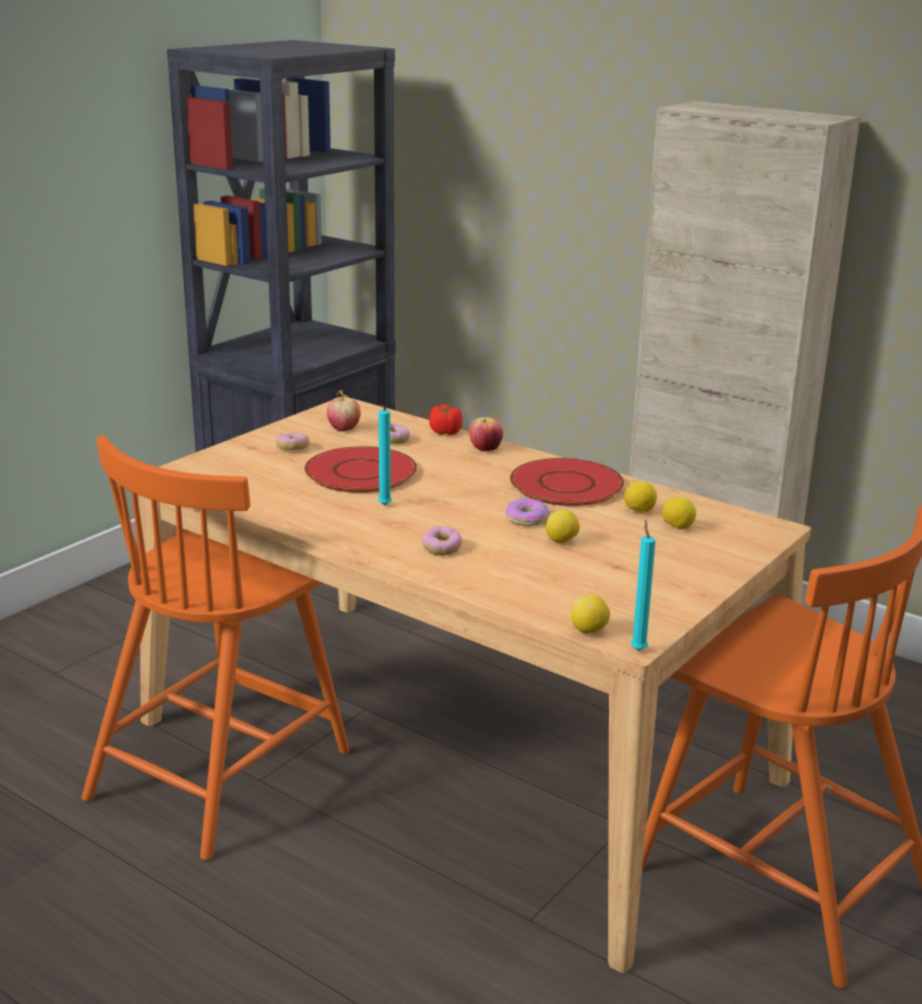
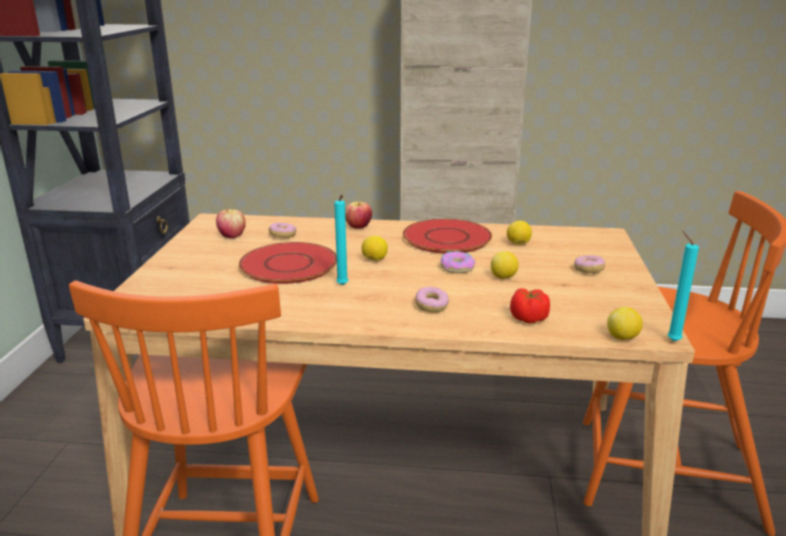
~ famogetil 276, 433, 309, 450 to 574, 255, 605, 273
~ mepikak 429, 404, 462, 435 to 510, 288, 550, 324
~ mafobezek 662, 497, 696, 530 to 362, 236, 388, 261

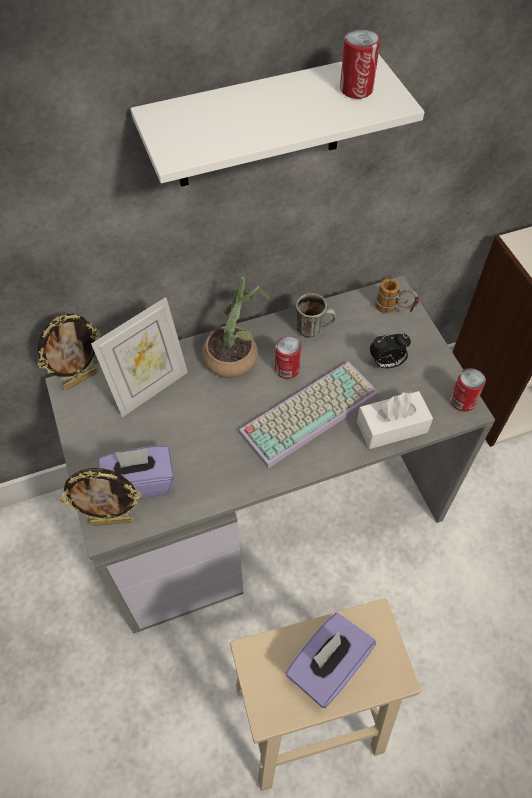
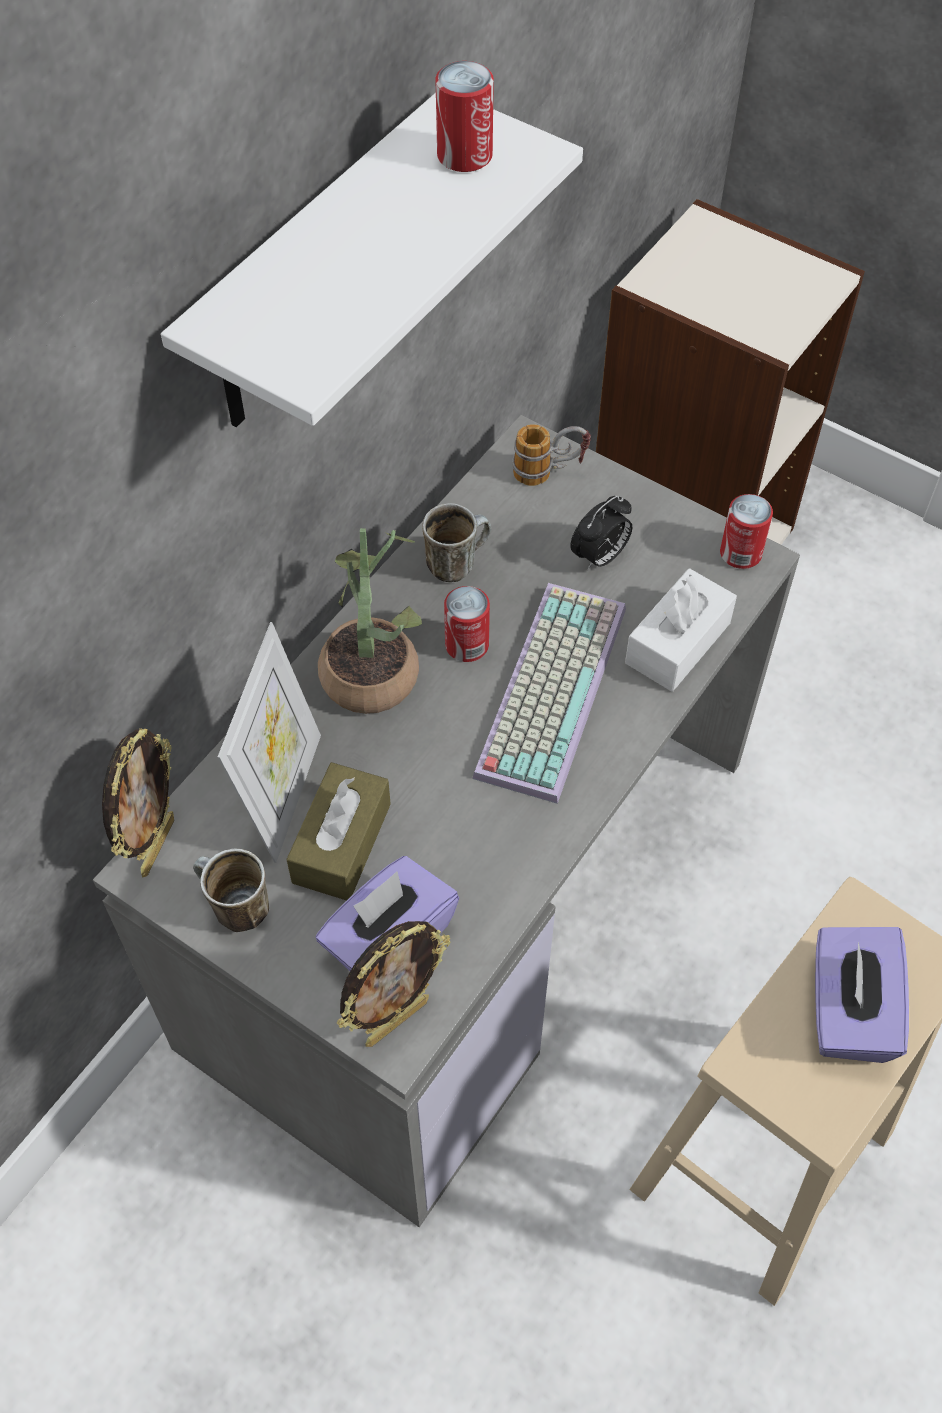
+ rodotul 193, 849, 269, 932
+ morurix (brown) 286, 762, 391, 901

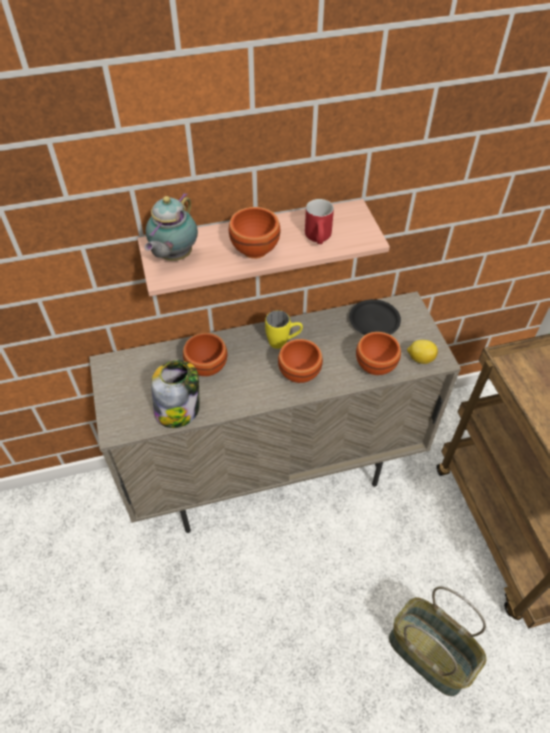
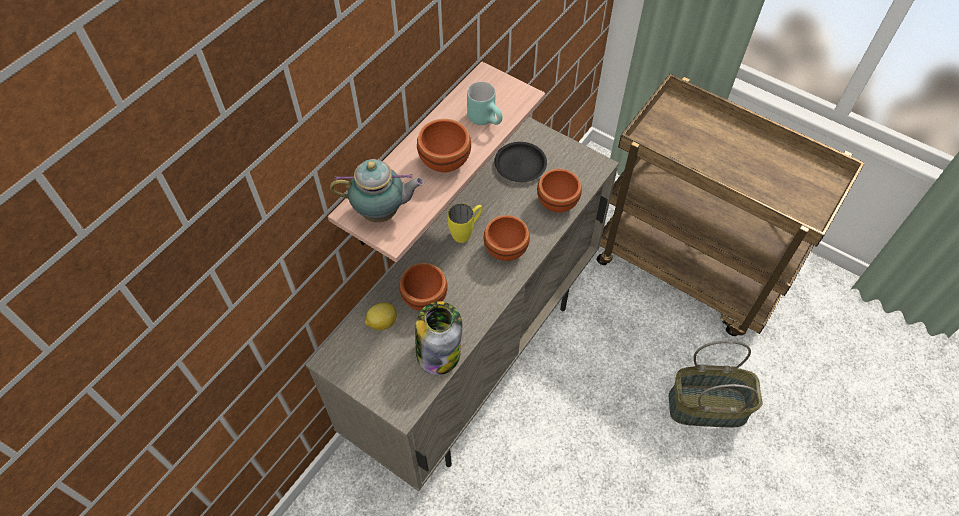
~ mafobezek 407, 340, 438, 364 to 365, 302, 397, 330
~ rodotul (red) 305, 199, 334, 244 to rodotul (turquoise) 467, 82, 503, 125
~ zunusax 145, 193, 198, 261 = 330, 159, 425, 222 75 degrees counterclockwise

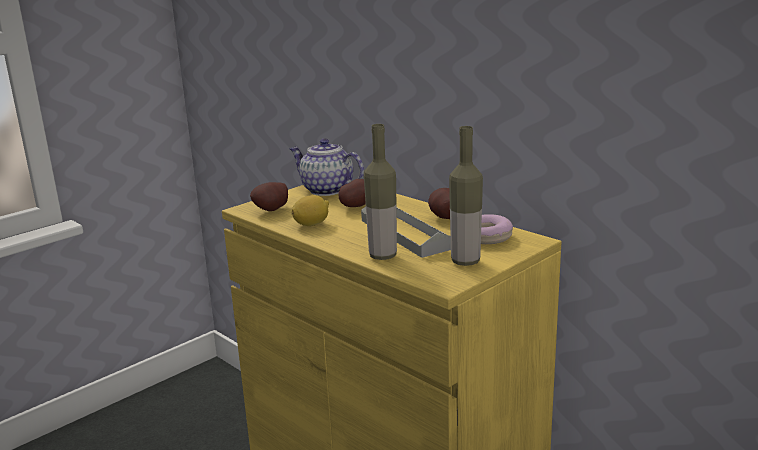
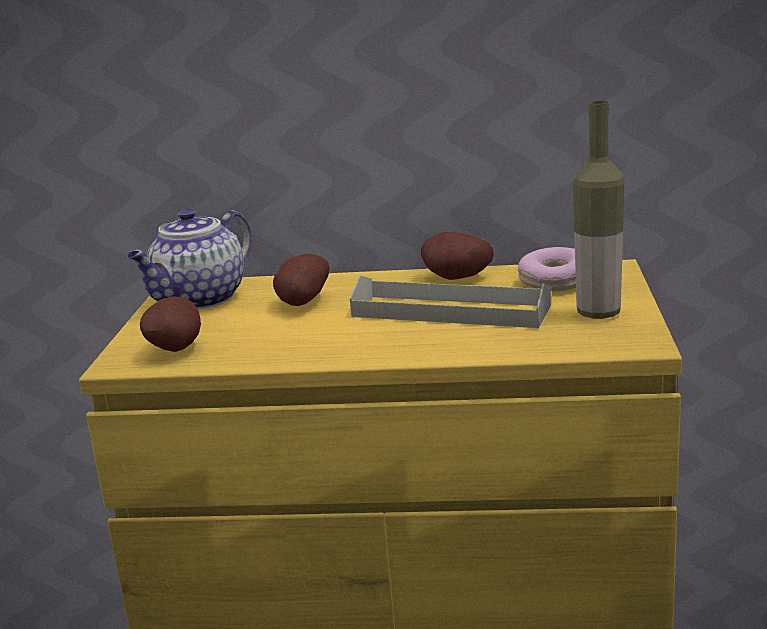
- mafobezek 291, 195, 329, 226
- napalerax 364, 124, 397, 260
~ zunusax 289, 138, 364, 196 = 127, 208, 252, 309 45 degrees counterclockwise

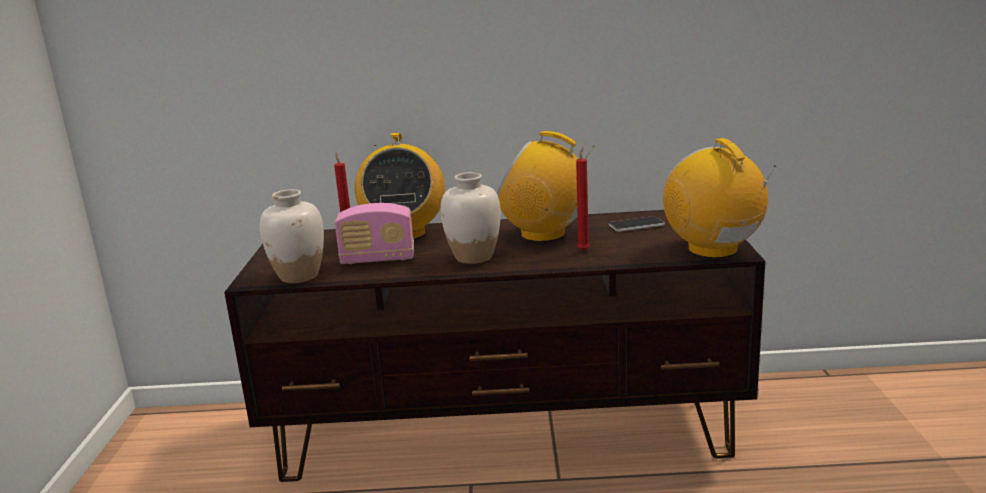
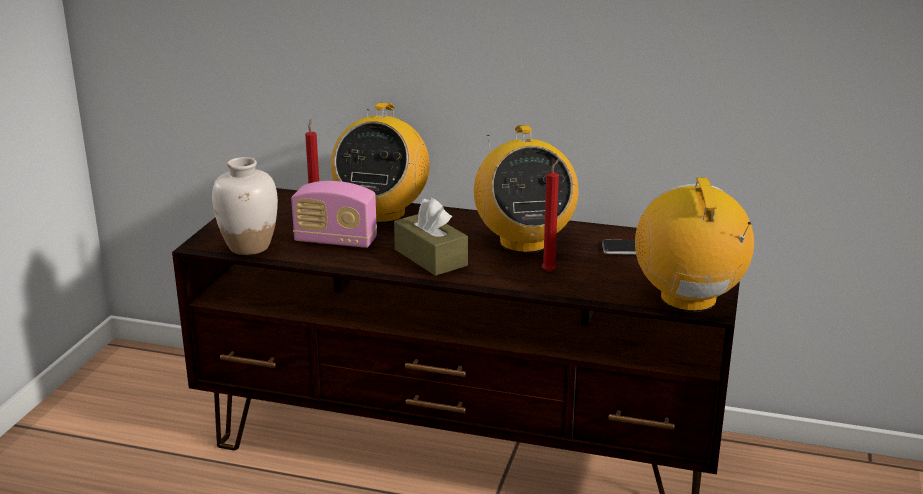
~ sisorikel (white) 440, 172, 501, 264 to morurix (brown) 394, 198, 468, 276
~ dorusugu 497, 131, 595, 242 = 474, 125, 579, 253 135 degrees counterclockwise

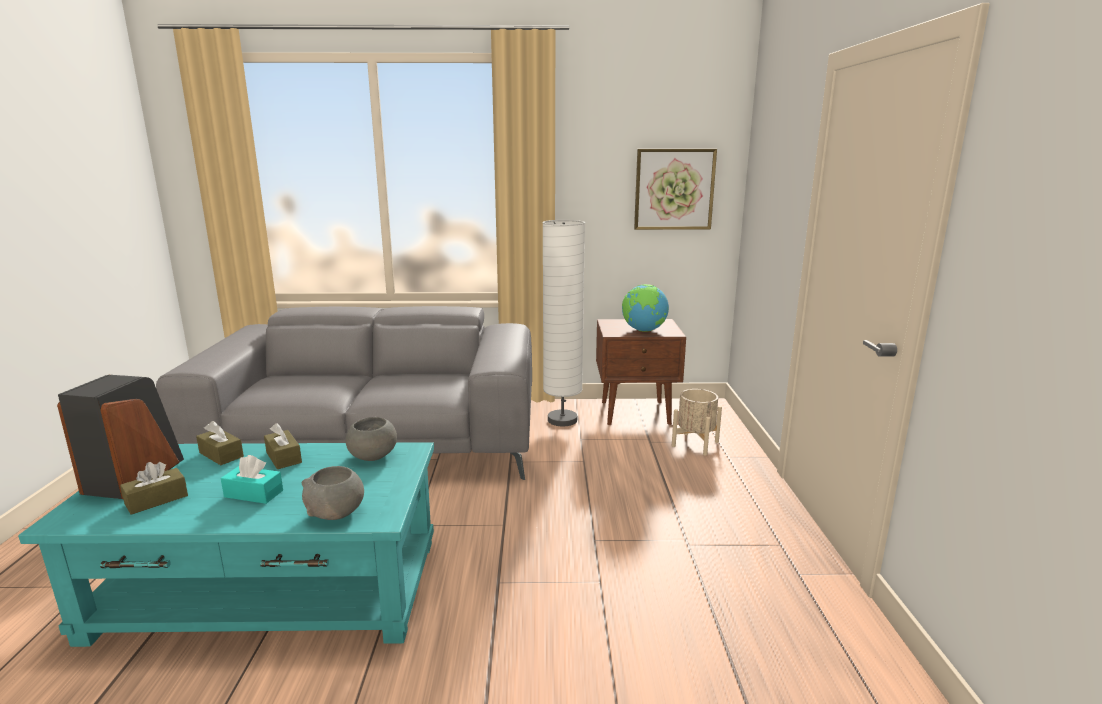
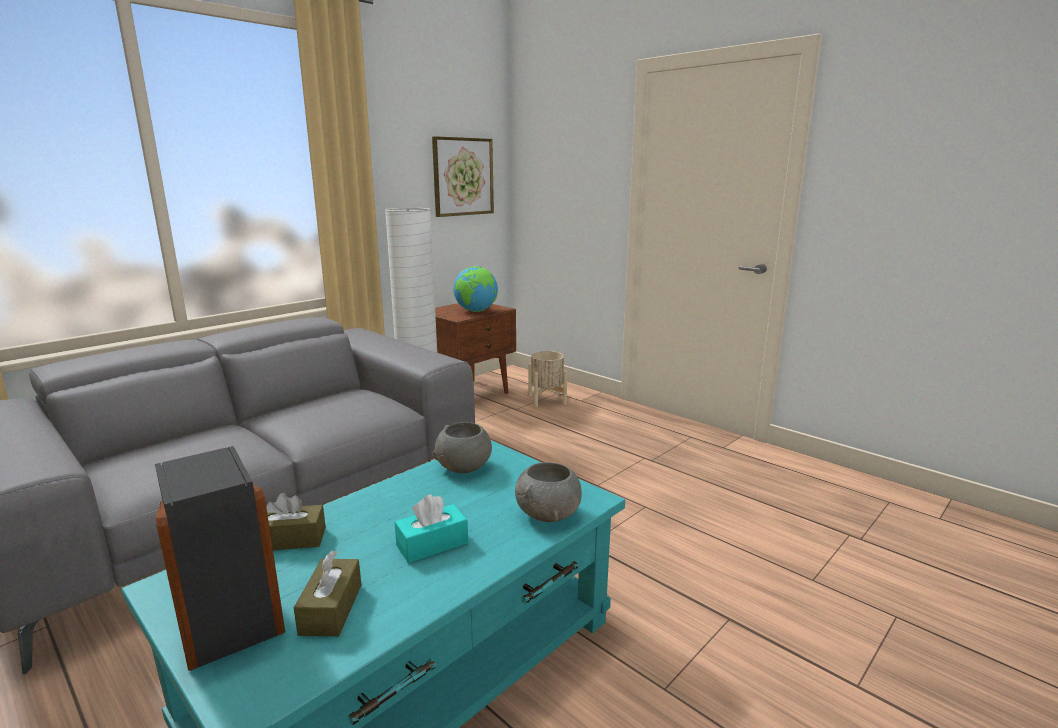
- morurix (brown) 264, 423, 302, 469

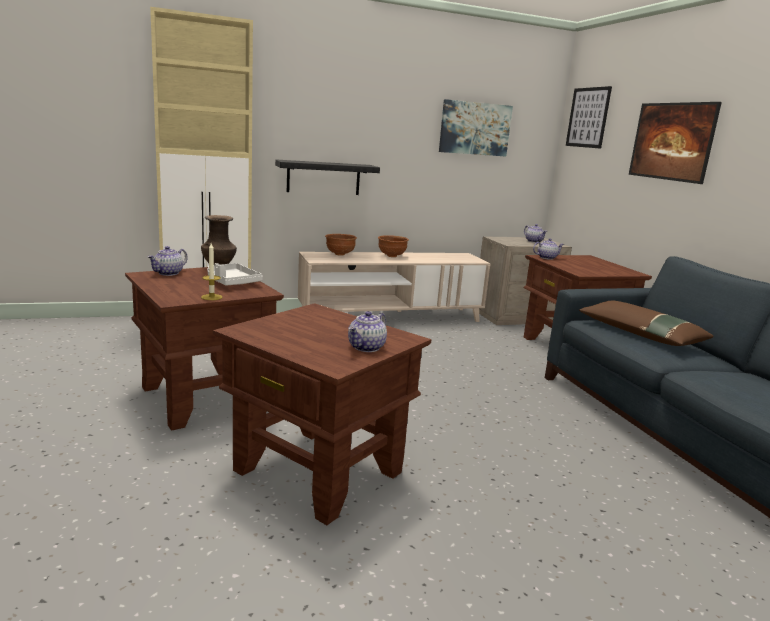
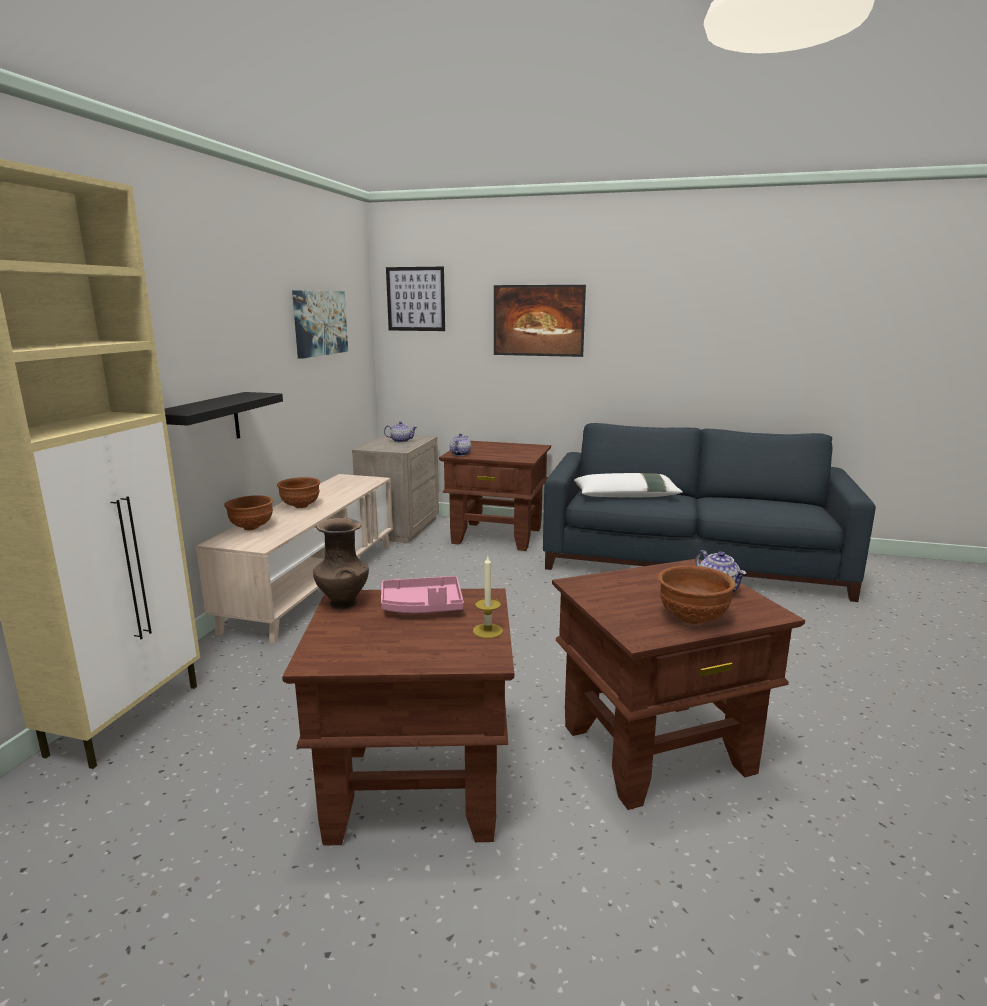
- zunusax 147, 246, 188, 276
+ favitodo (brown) 658, 565, 736, 624
~ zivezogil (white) 208, 263, 263, 286 to zivezogil (pink) 381, 576, 464, 613
~ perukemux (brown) 579, 301, 714, 346 to perukemux (white) 574, 473, 683, 497

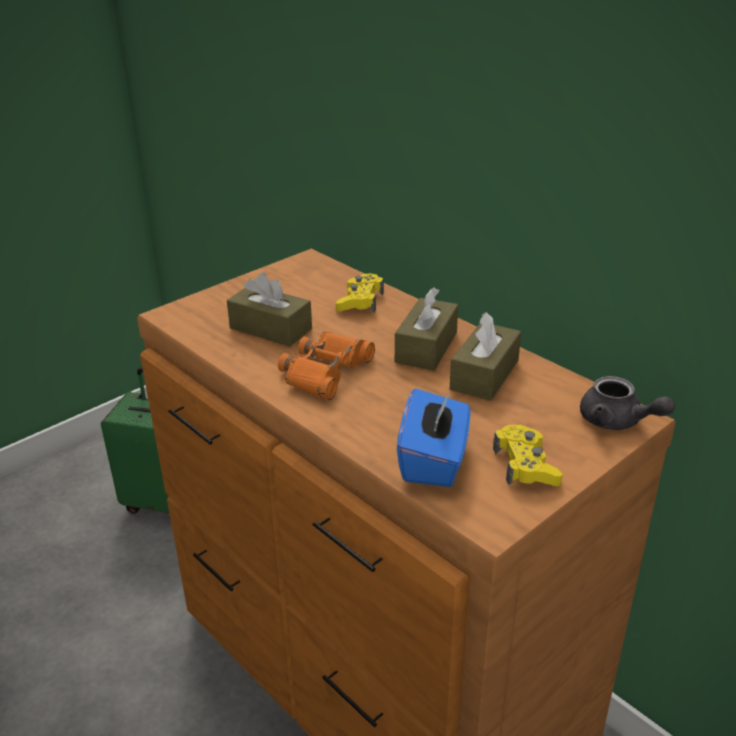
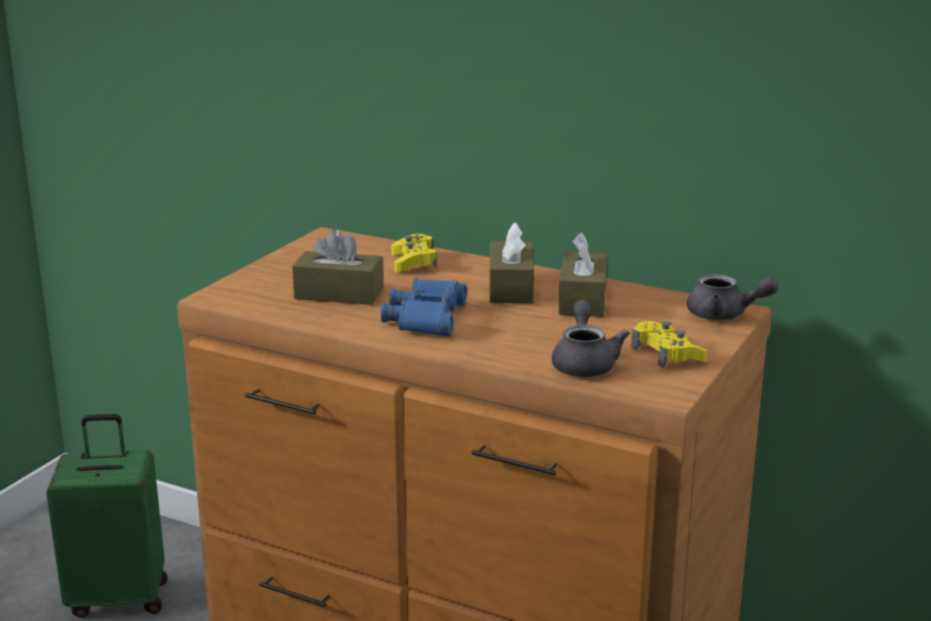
~ morurix (blue) 397, 389, 471, 487 to zunusax (grey) 552, 300, 630, 377
~ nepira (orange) 278, 331, 375, 400 to nepira (blue) 381, 279, 467, 336

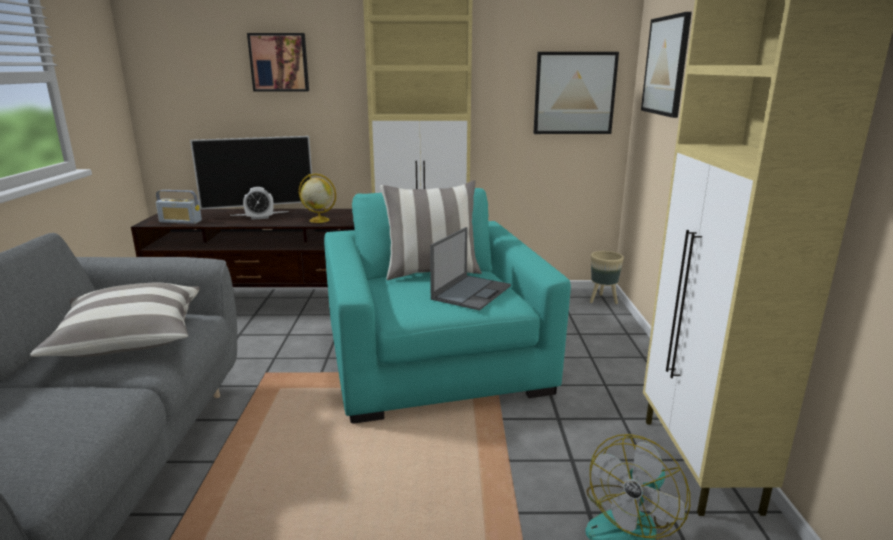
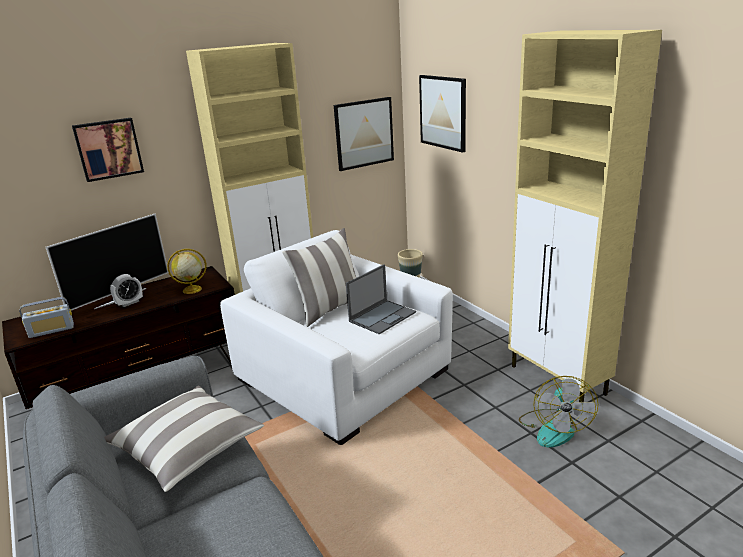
~ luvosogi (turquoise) 324, 188, 571, 424 to luvosogi (white) 220, 230, 453, 445
~ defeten 430, 227, 511, 311 = 346, 264, 416, 335 45 degrees clockwise

